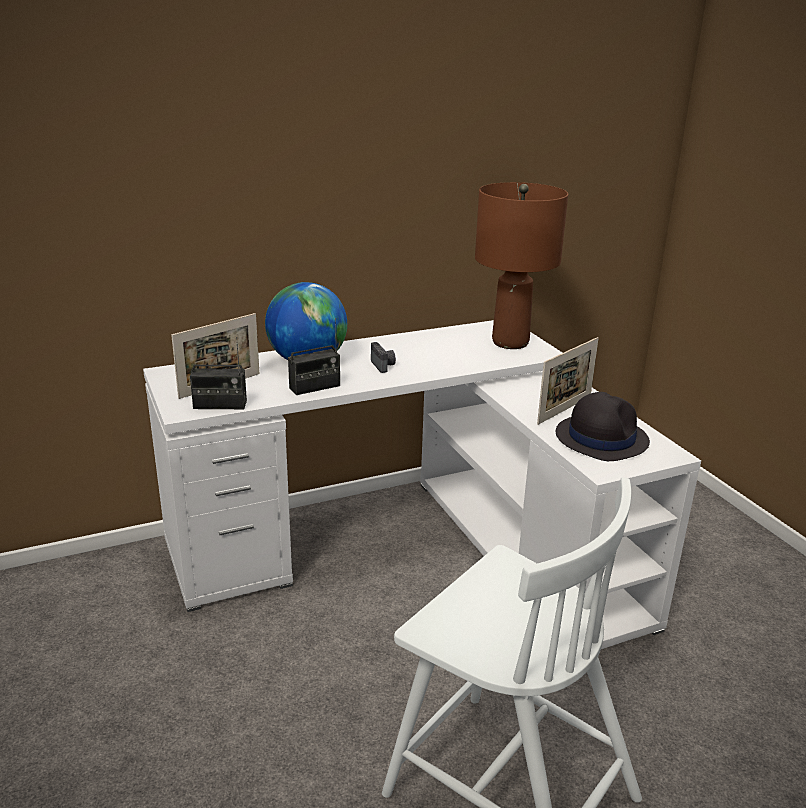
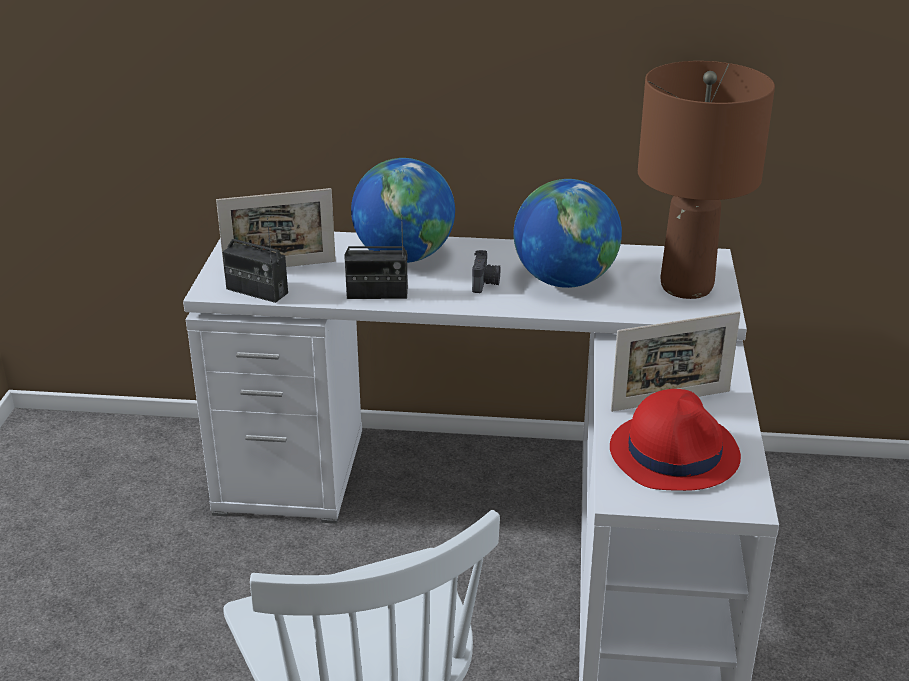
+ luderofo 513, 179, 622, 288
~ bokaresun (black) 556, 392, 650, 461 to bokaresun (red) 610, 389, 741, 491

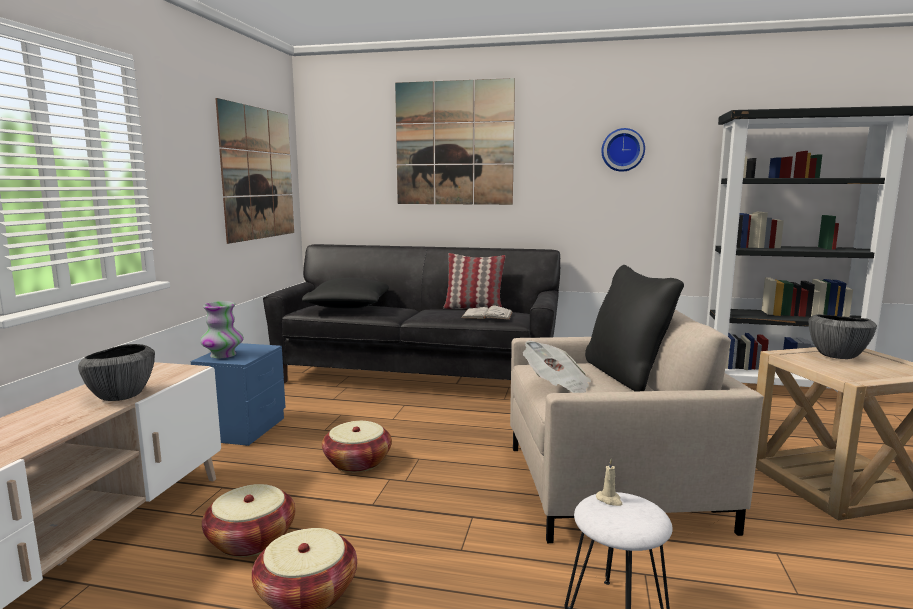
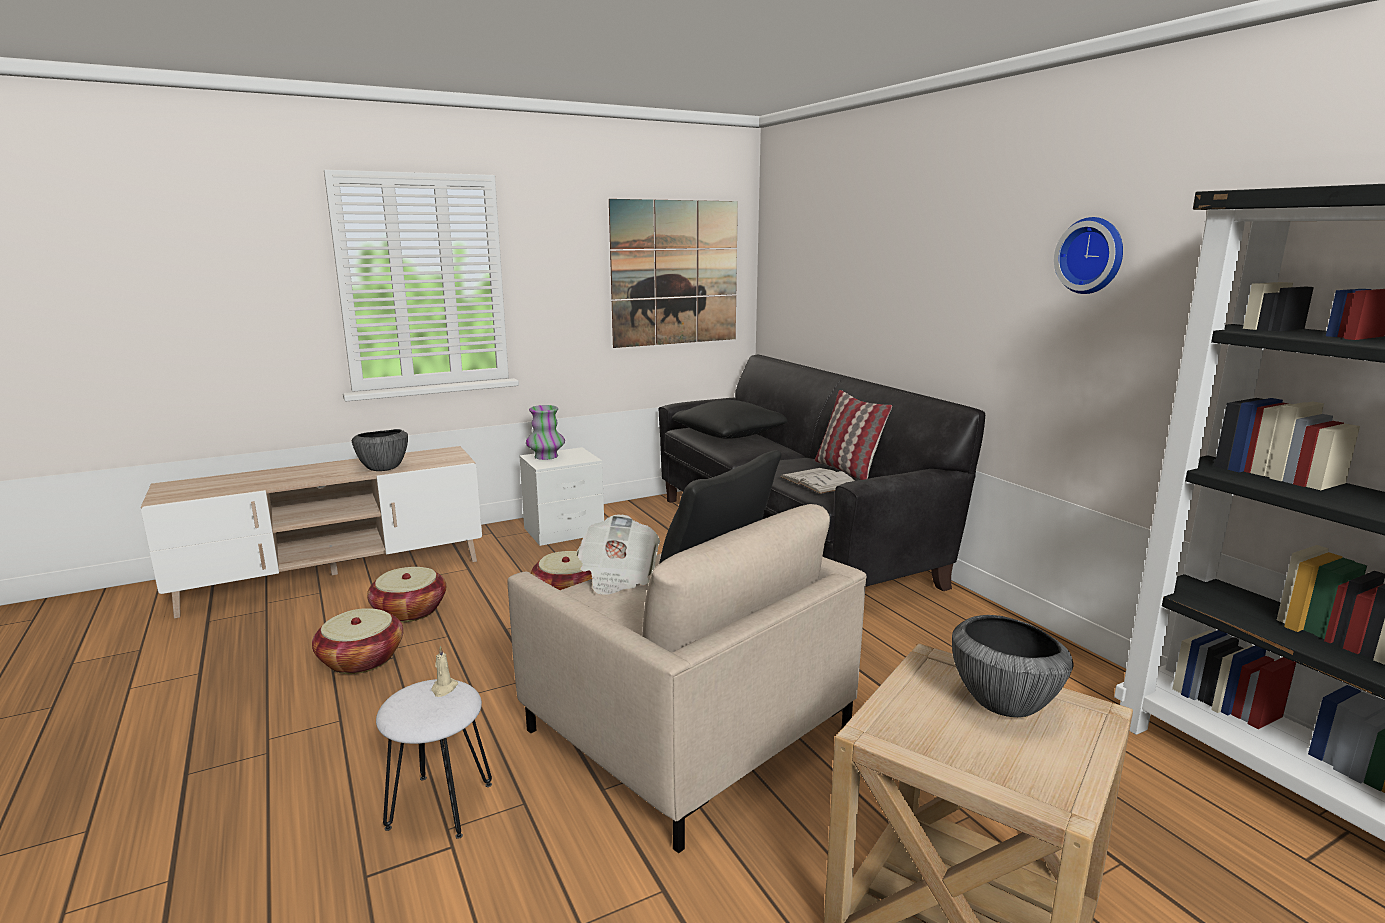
- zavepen 395, 78, 515, 205
~ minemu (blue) 191, 343, 286, 446 to minemu (white) 519, 447, 604, 546

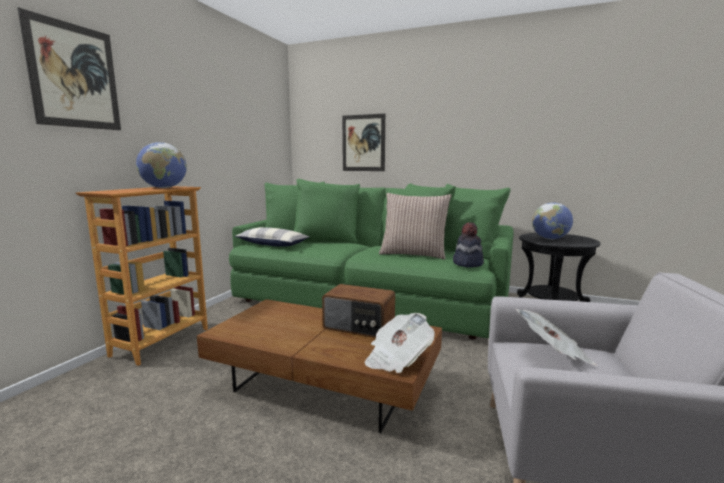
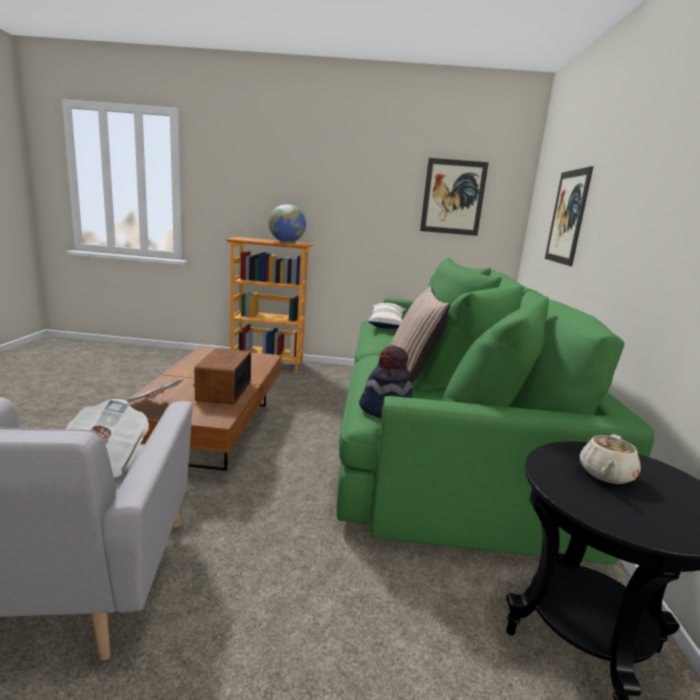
~ zavepen 17, 8, 121, 130 to 420, 158, 489, 236
~ luderofo 532, 202, 573, 239 to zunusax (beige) 580, 434, 641, 484

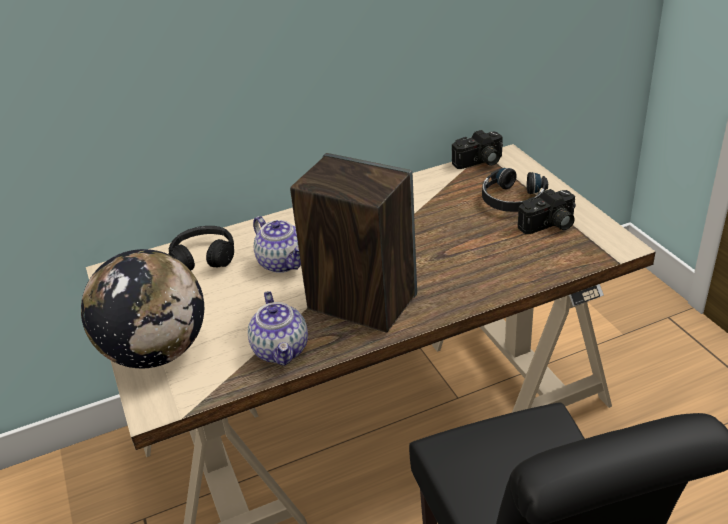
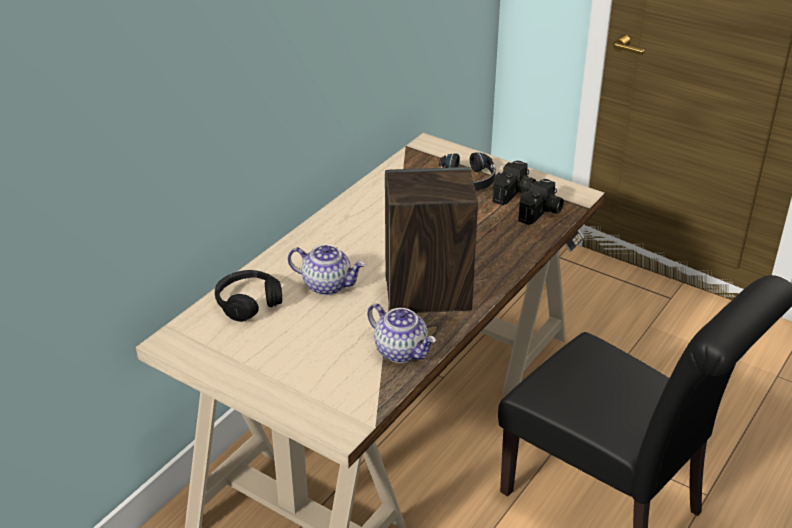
- luderofo 81, 249, 204, 368
~ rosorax 452, 130, 503, 169 to 518, 179, 564, 225

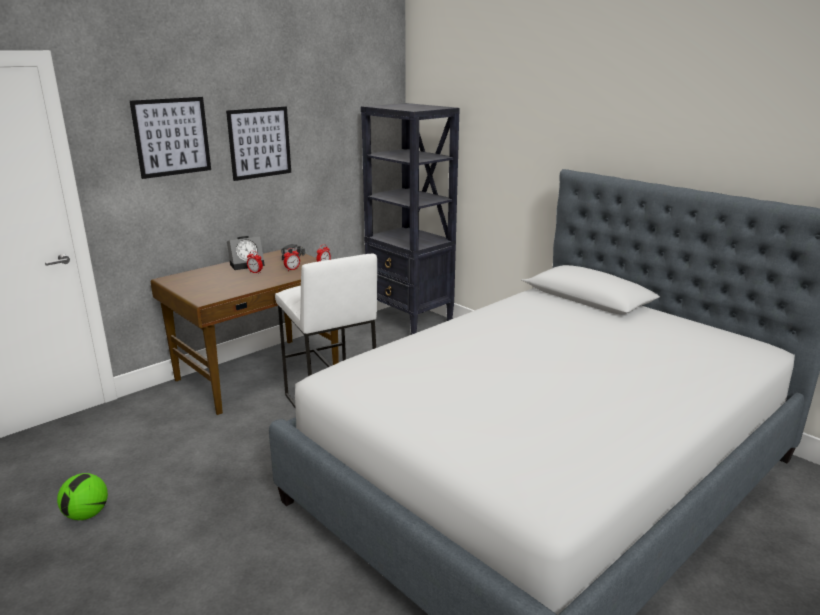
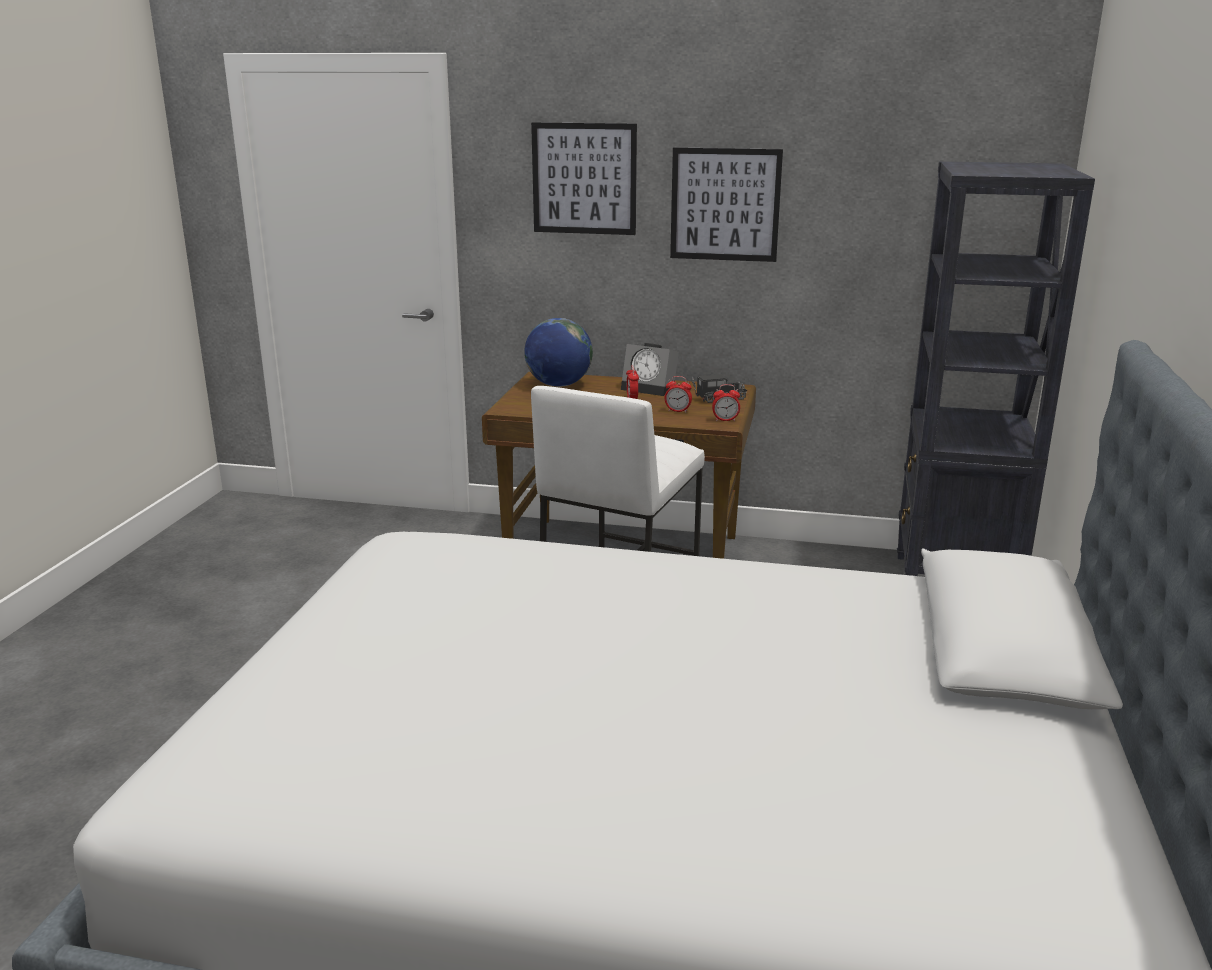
- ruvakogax 57, 473, 108, 520
+ luderofo 524, 318, 593, 387

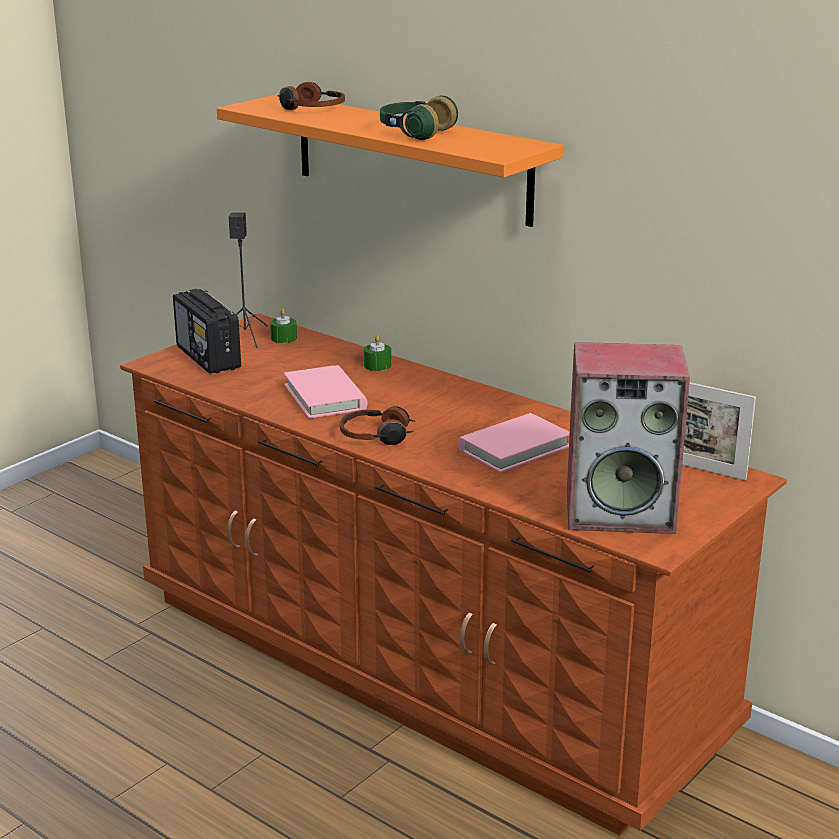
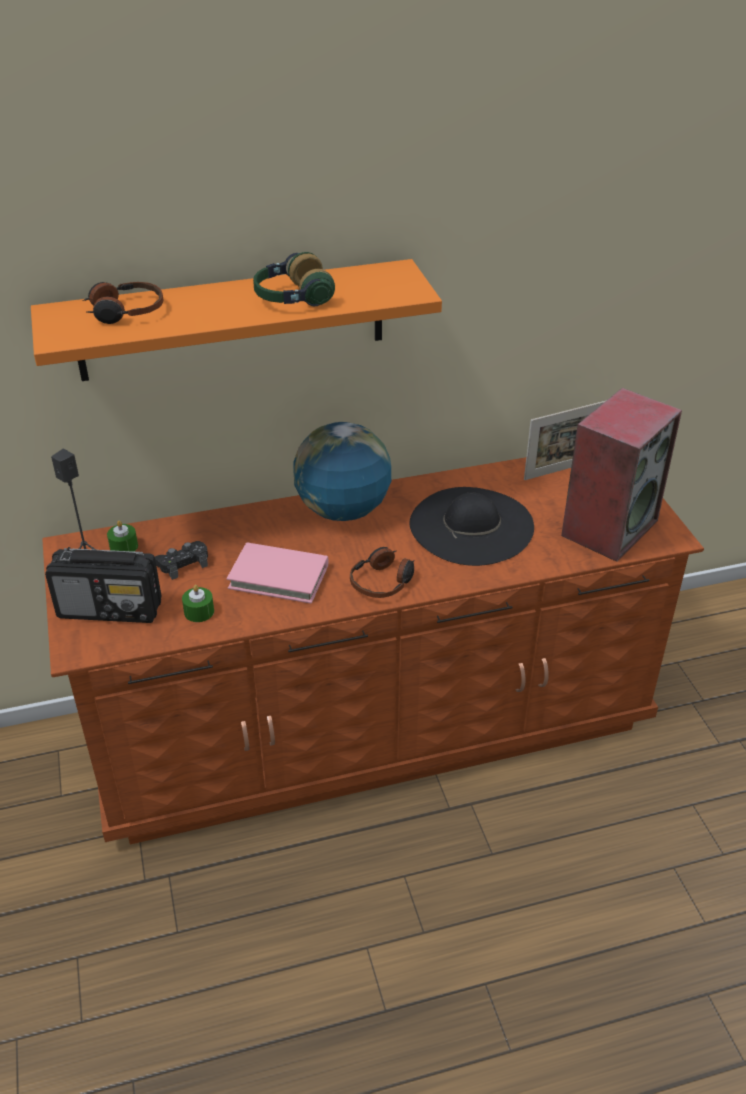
+ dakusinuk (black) 155, 541, 208, 580
+ luderofo 293, 422, 391, 521
~ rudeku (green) 364, 335, 391, 371 to 182, 585, 214, 622
~ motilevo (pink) 458, 413, 570, 473 to bokaresun (black) 409, 487, 534, 566

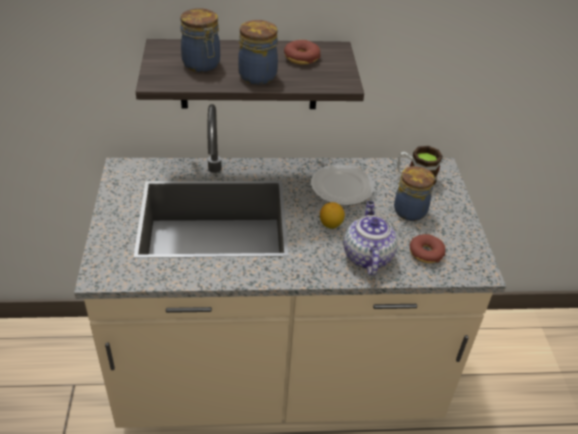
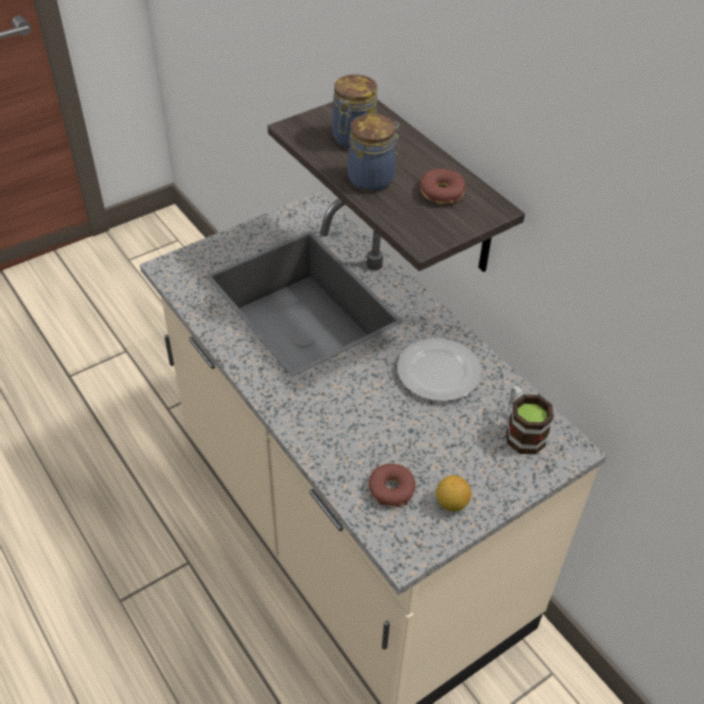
- zunusax 344, 201, 398, 276
- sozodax 394, 166, 435, 221
~ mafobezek 320, 202, 345, 229 to 436, 475, 471, 512

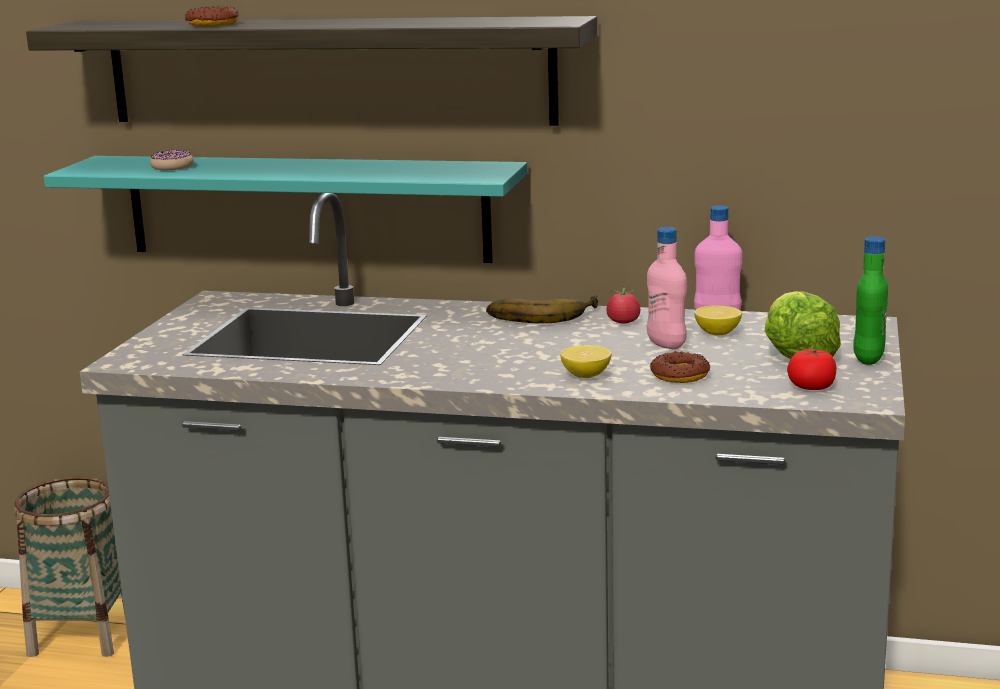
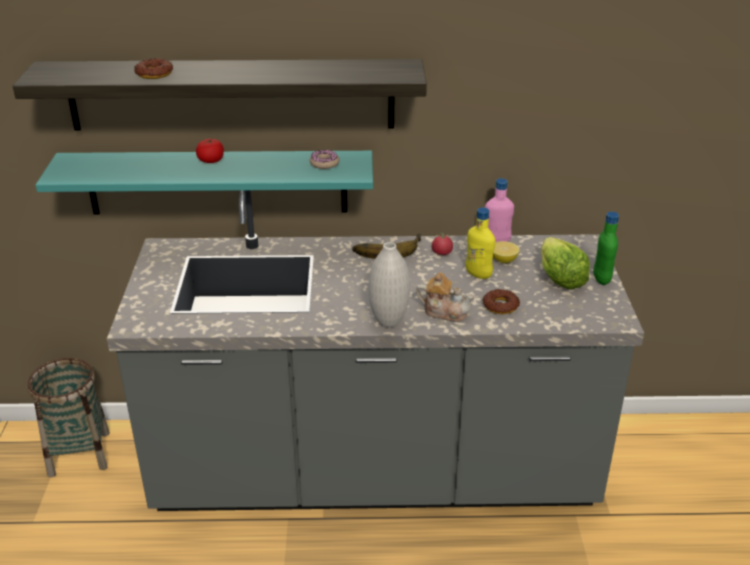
+ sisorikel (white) 368, 242, 410, 328
~ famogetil 150, 150, 194, 170 to 310, 150, 339, 169
~ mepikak 787, 348, 836, 390 to 196, 138, 224, 163
~ mafobezek 560, 345, 611, 378 to zunusax 416, 272, 475, 322
~ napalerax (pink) 647, 227, 687, 349 to napalerax (yellow) 465, 207, 495, 279

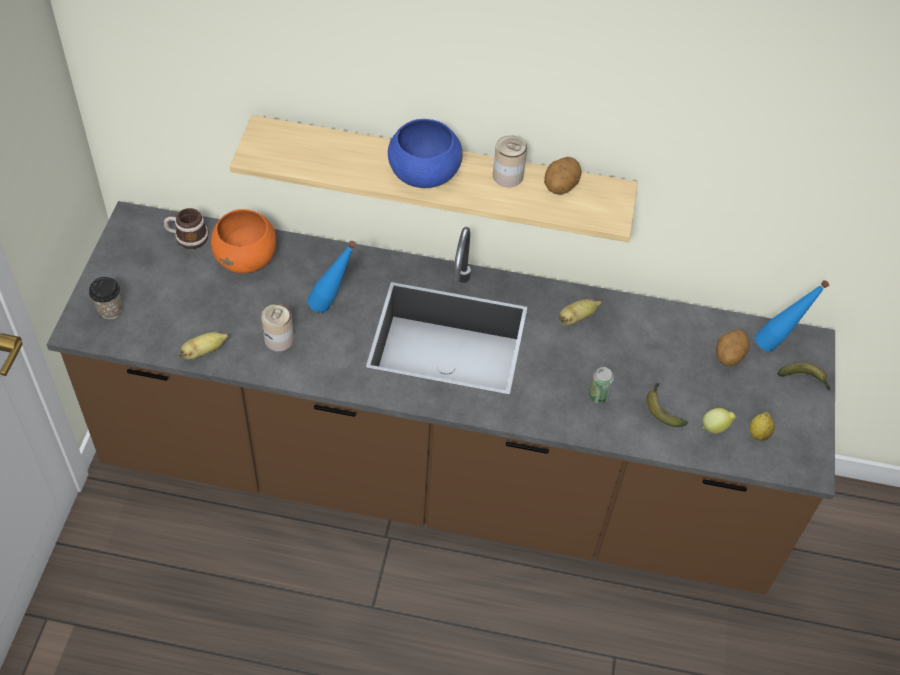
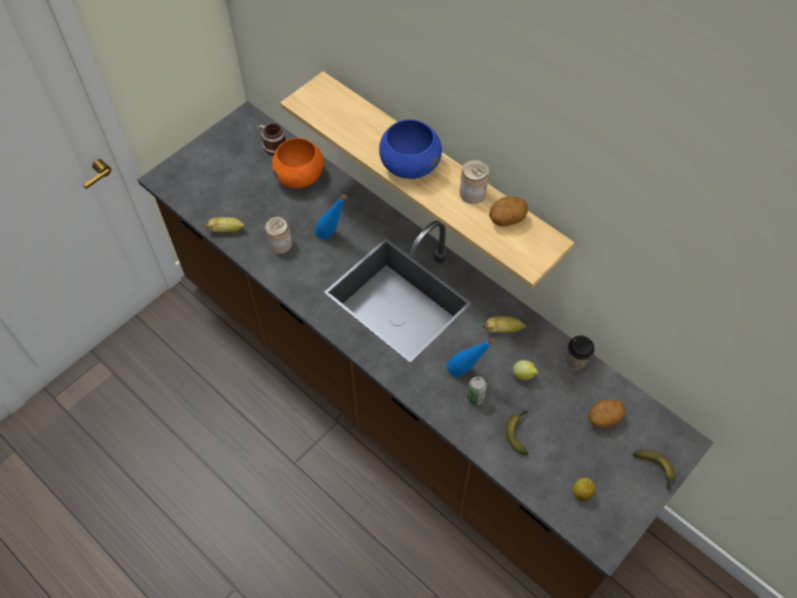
~ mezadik 89, 277, 122, 320 to 567, 336, 595, 370
~ mafobezek 702, 408, 736, 434 to 513, 360, 538, 380
~ napalerax (blue) 755, 280, 829, 352 to 447, 338, 495, 377

